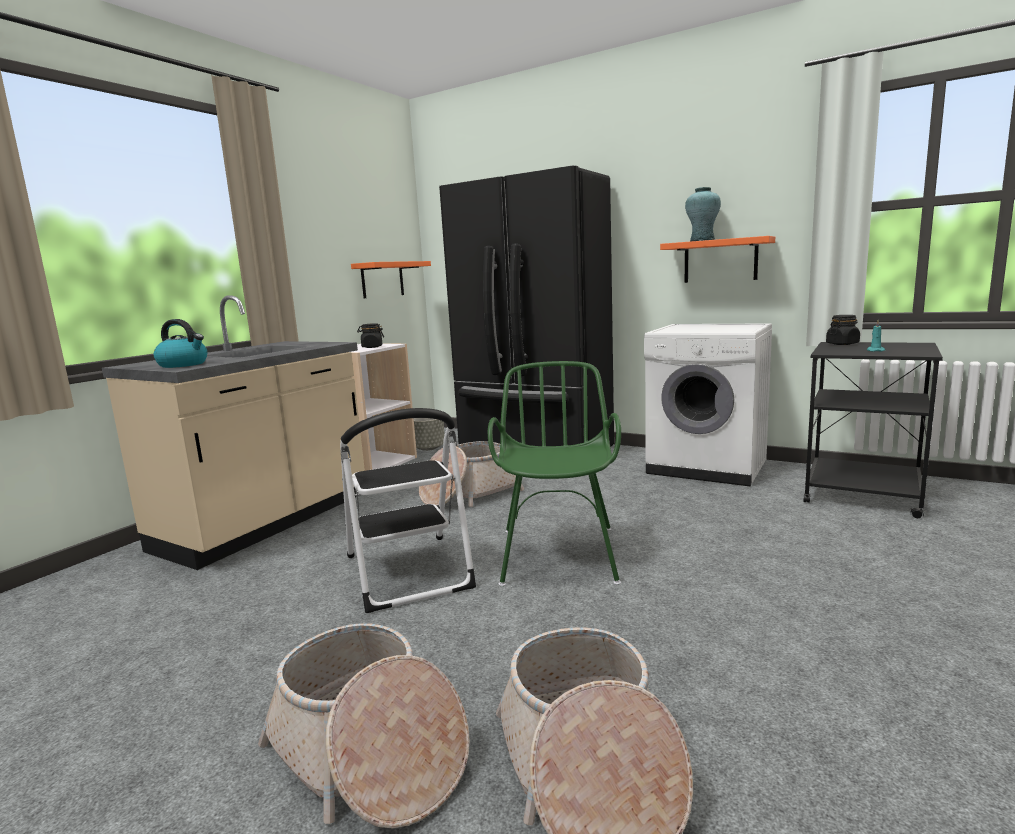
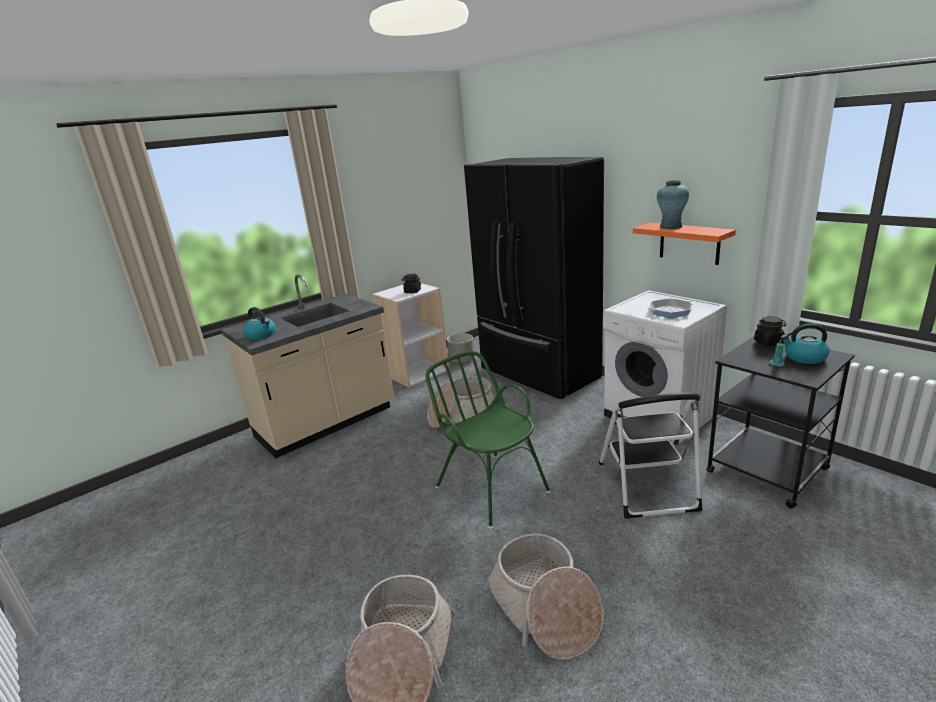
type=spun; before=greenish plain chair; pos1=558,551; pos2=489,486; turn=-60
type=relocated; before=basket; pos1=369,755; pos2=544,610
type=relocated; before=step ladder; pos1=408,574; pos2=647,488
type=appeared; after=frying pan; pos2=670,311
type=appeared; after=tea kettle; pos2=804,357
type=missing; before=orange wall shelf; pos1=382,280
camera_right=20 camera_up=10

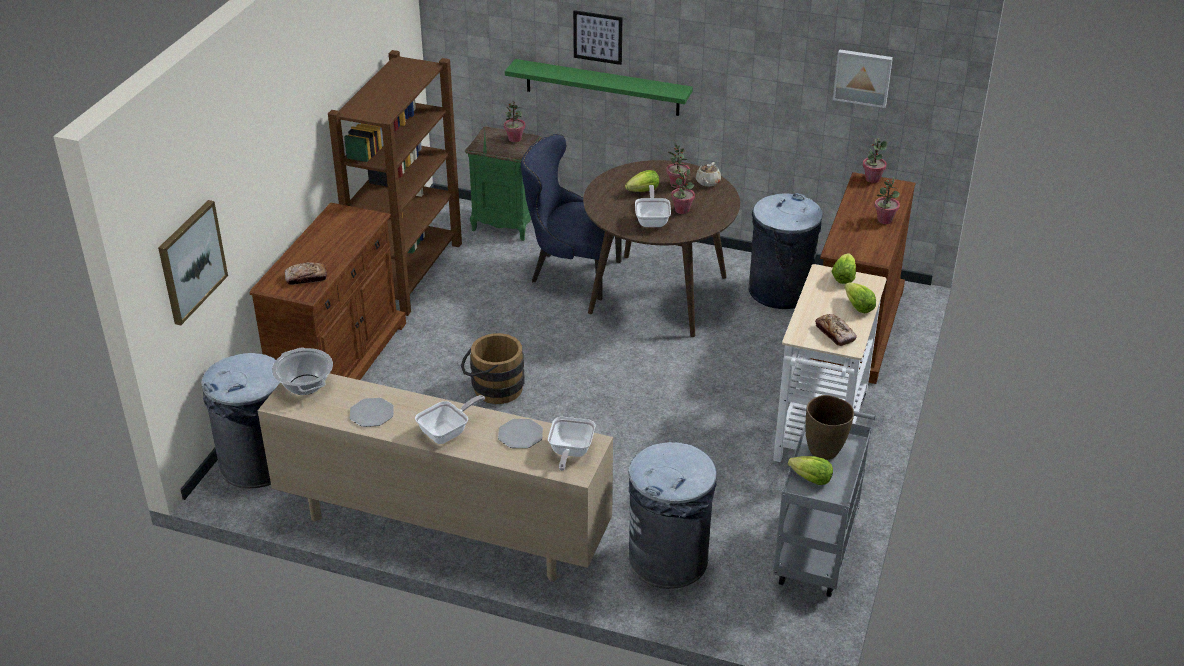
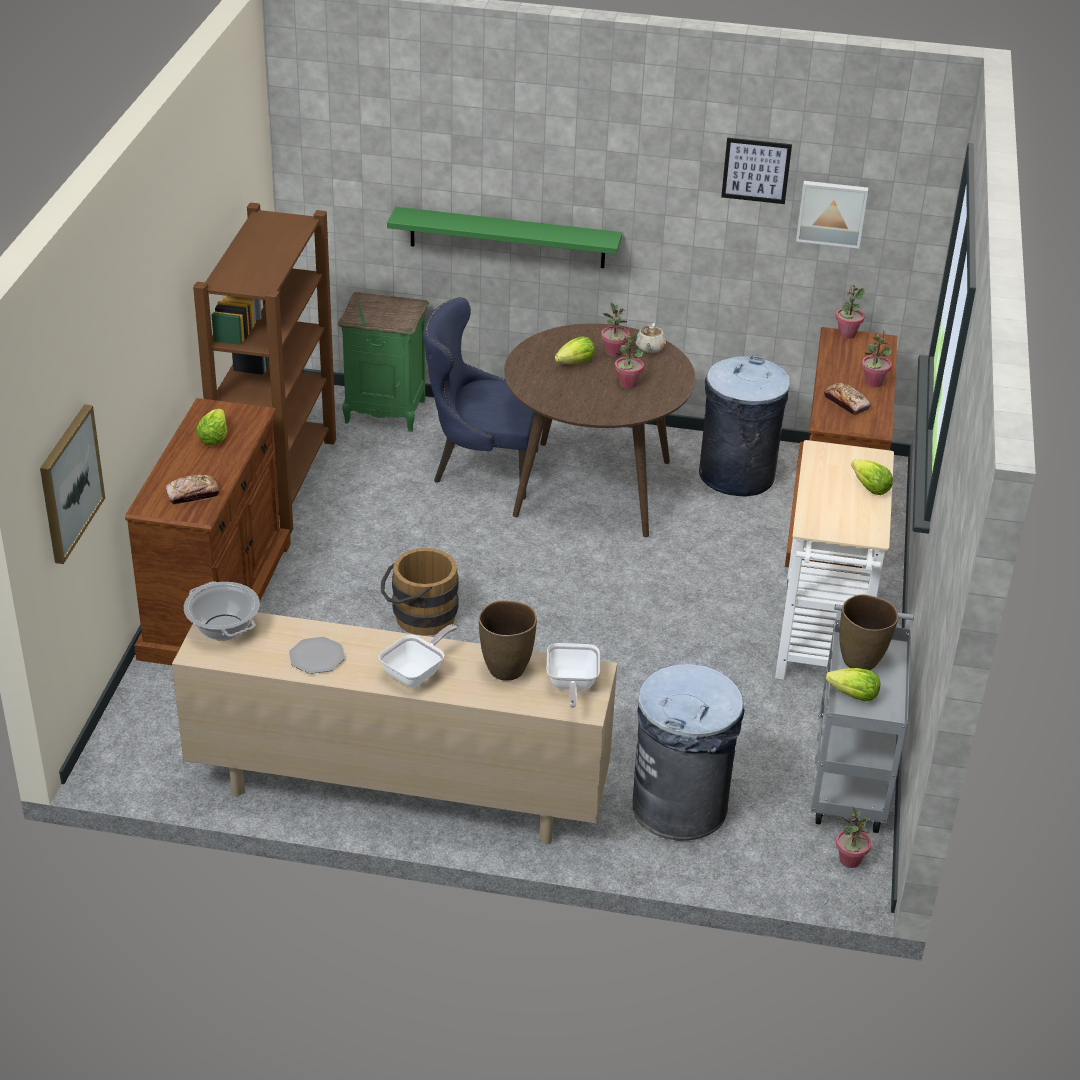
type=relocated; before=lettuce head; pos1=843,277; pos2=213,438
type=exchanged; before=plate; after=brown decorative vase; pos1=520,435; pos2=506,669
type=relocated; before=picture; pos1=598,37; pos2=756,170
type=relocated; before=bread; pos1=835,333; pos2=846,403
type=relocated; before=potted plant; pos1=515,139; pos2=850,860
type=missing; before=greyish rubbish bin; pos1=258,464
type=missing; before=frying pan; pos1=652,220
camera_right=-10 camera_up=0

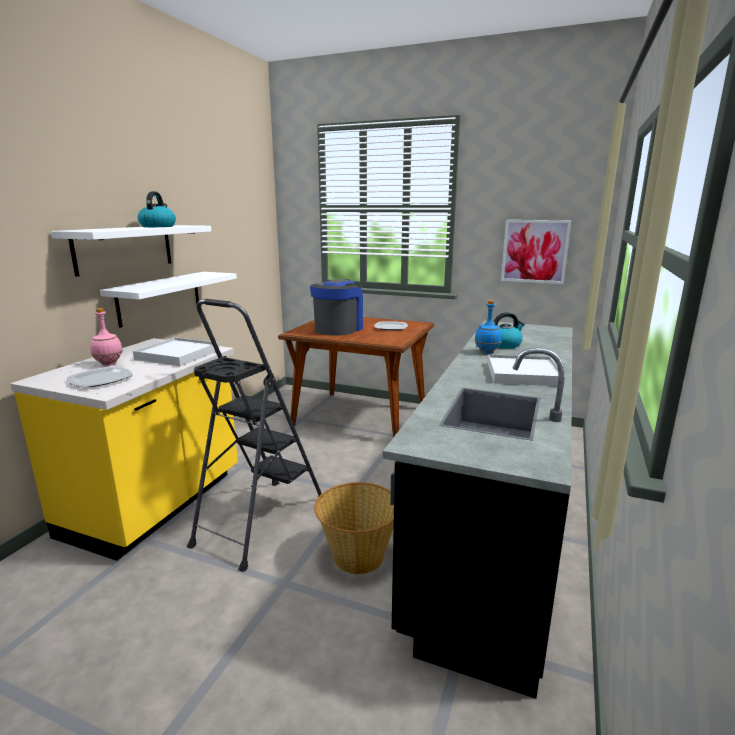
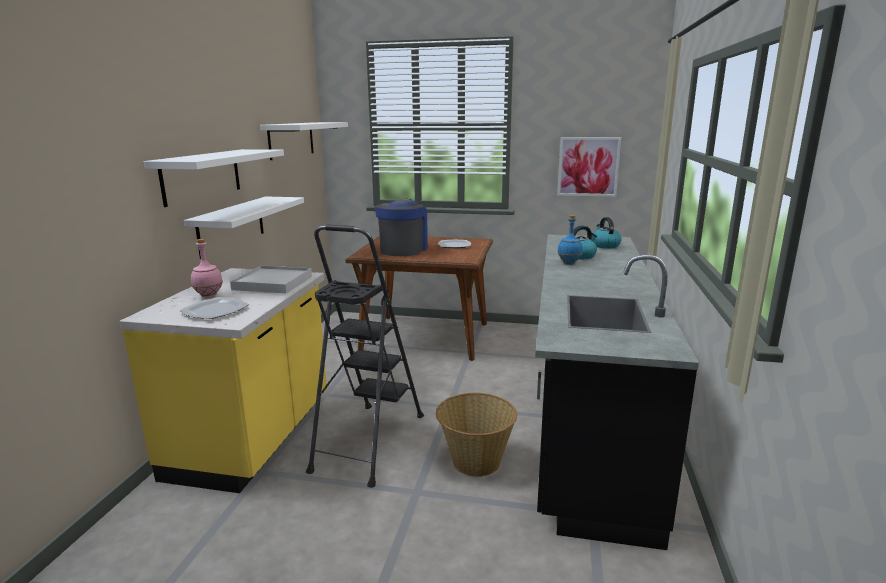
type=appeared; after=white wall shelf; pos2=291,140
type=relocated; before=tea kettle; pos1=158,226; pos2=604,245
type=missing; before=white serving tray; pos1=523,374
camera_right=-10 camera_up=0

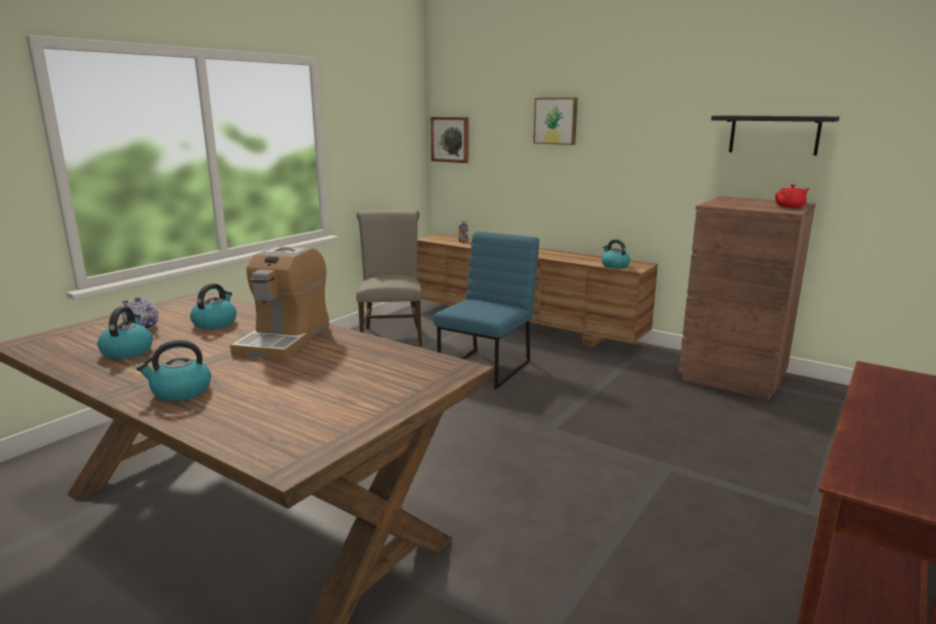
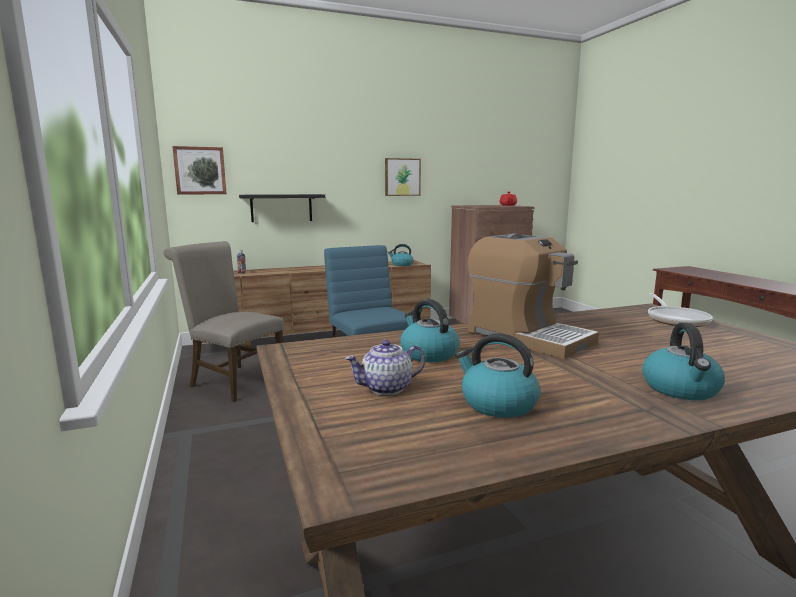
type=relocated; before=blackish wall shelf; pos1=774,135; pos2=281,208
type=relocated; before=picture; pos1=556,121; pos2=402,177
type=appeared; after=frying pan; pos2=676,319
camera_right=-55 camera_up=-5

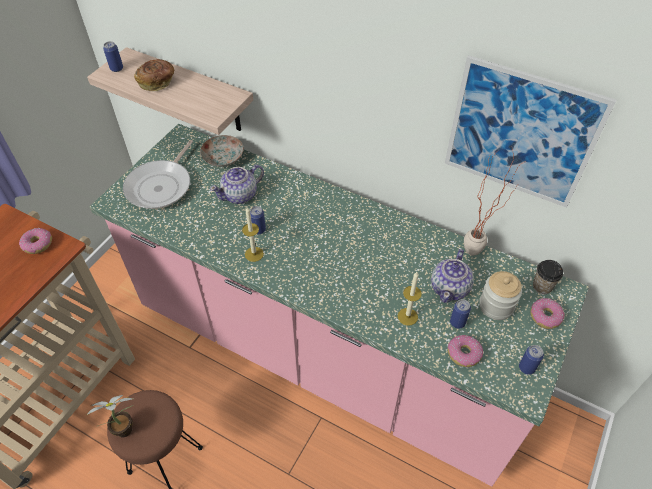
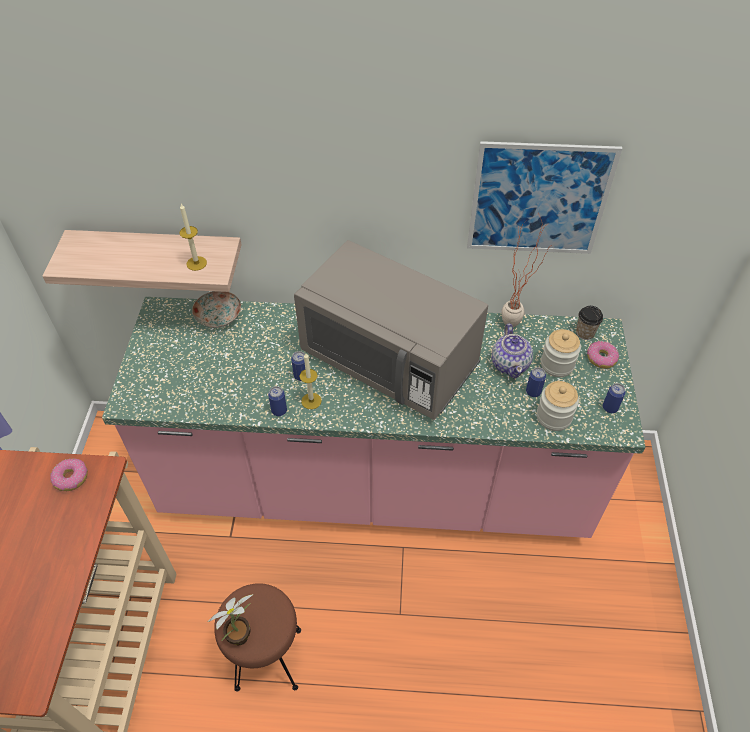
type=relocated; before=wax candle; pos1=407,316; pos2=196,263
type=relocated; before=sealed can; pos1=116,68; pos2=279,411
type=appeared; after=greyish microwave; pos2=389,360
type=exchanged; before=ring doughnut; after=jar; pos1=464,354; pos2=553,417
type=missing; before=frying pan; pos1=161,186
type=missing; before=bread; pos1=157,82
type=missing; before=pot for tea; pos1=240,195
camera_right=-25 camera_up=0

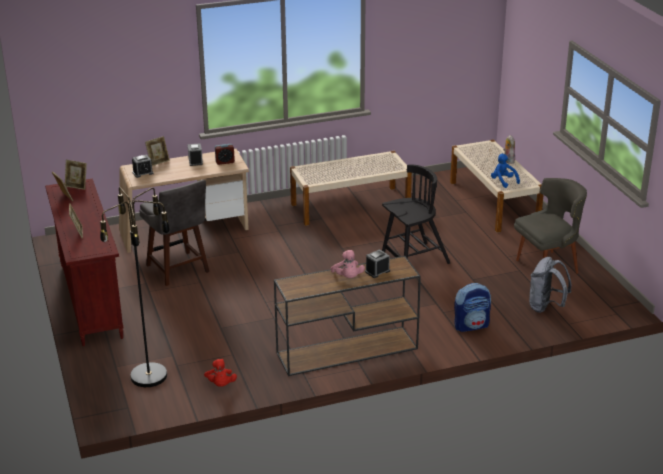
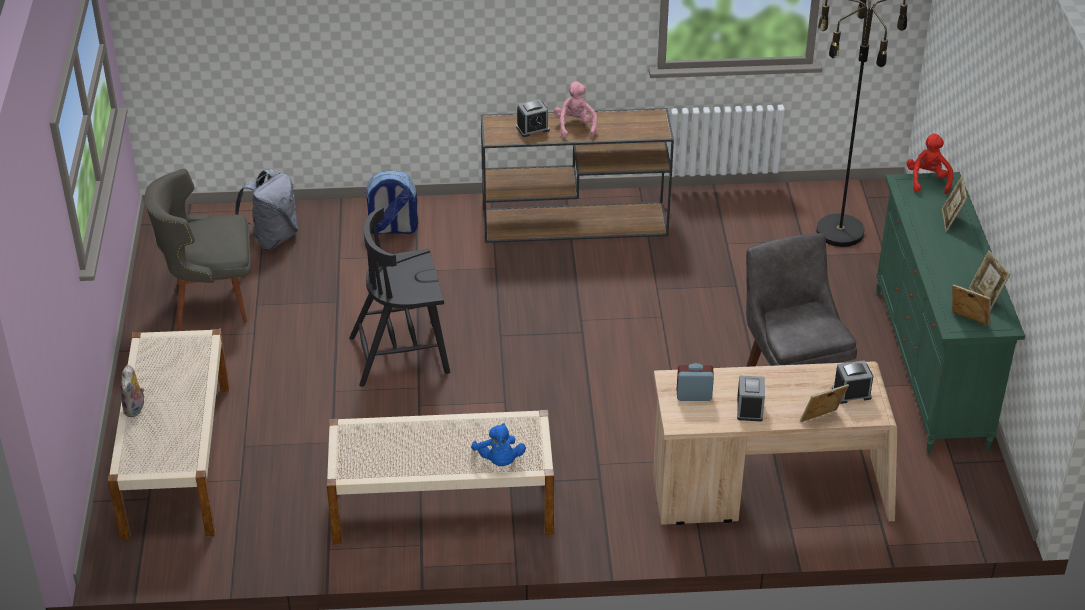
type=relocated; before=bluish cuddly toy; pos1=503,181; pos2=499,460
type=colour; before=reddish chest of drawers; after=greenish chest of drawers; pos1=90,300; pos2=931,368
type=relocated; before=reddish cuddly toy; pos1=220,384; pos2=927,180
camera_right=-165 camera_up=10

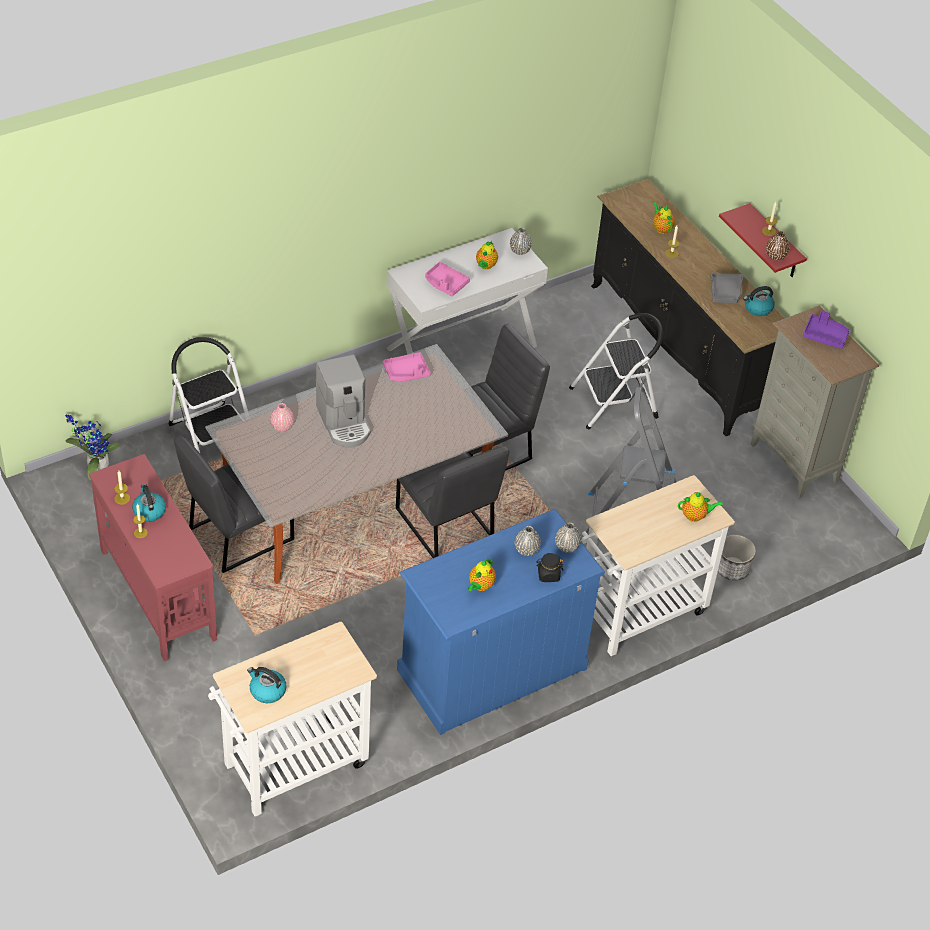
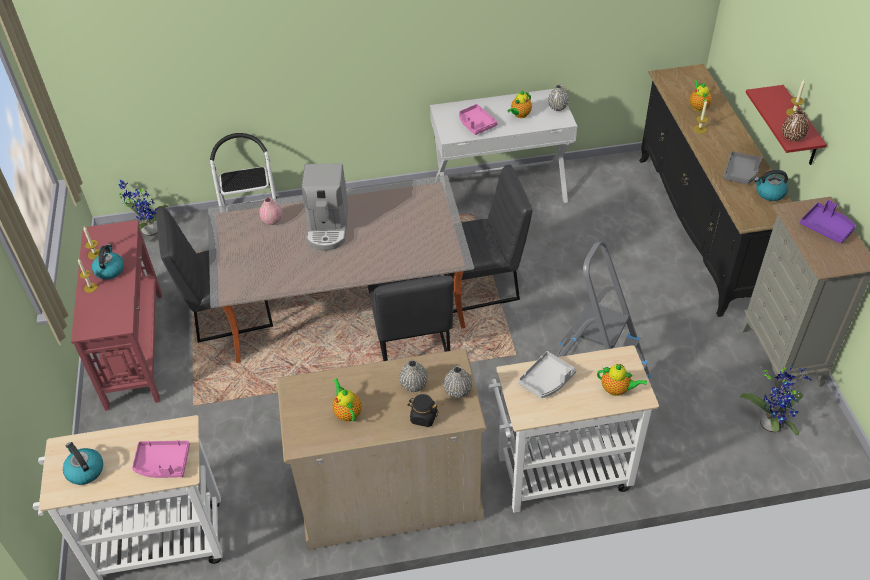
type=relocated; before=pink-coloured serving tray; pos1=406,372; pos2=163,463
type=colour; before=bluish chest of drawers; after=sand-coloured chest of drawers; pos1=491,669; pos2=389,495
type=spun; before=pot for tea; pos1=480,586; pos2=347,412; turn=105
type=appeared; after=greyish serving tray; pos2=546,380
type=appeared; after=potted plant; pos2=771,422
type=missing; before=step ladder; pos1=616,403
type=missing; before=flower pot; pos1=732,568
camera_right=25 camera_up=0

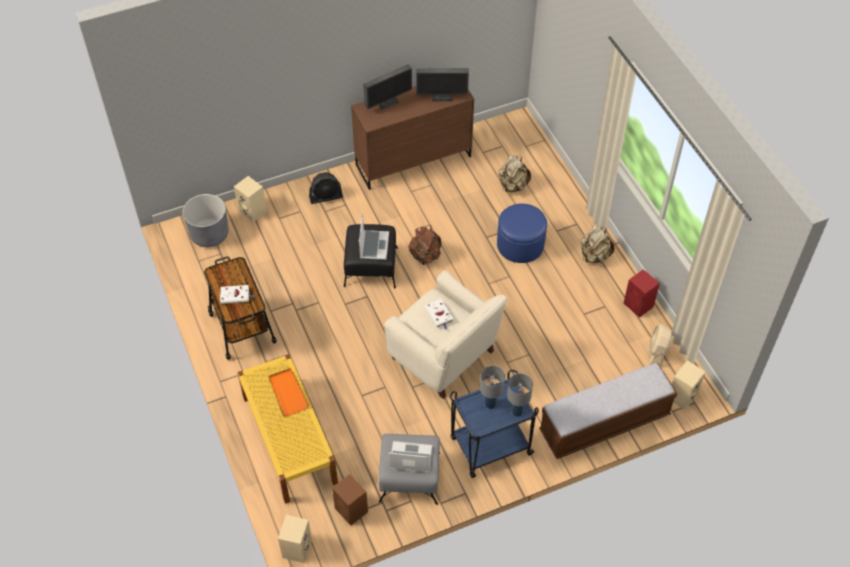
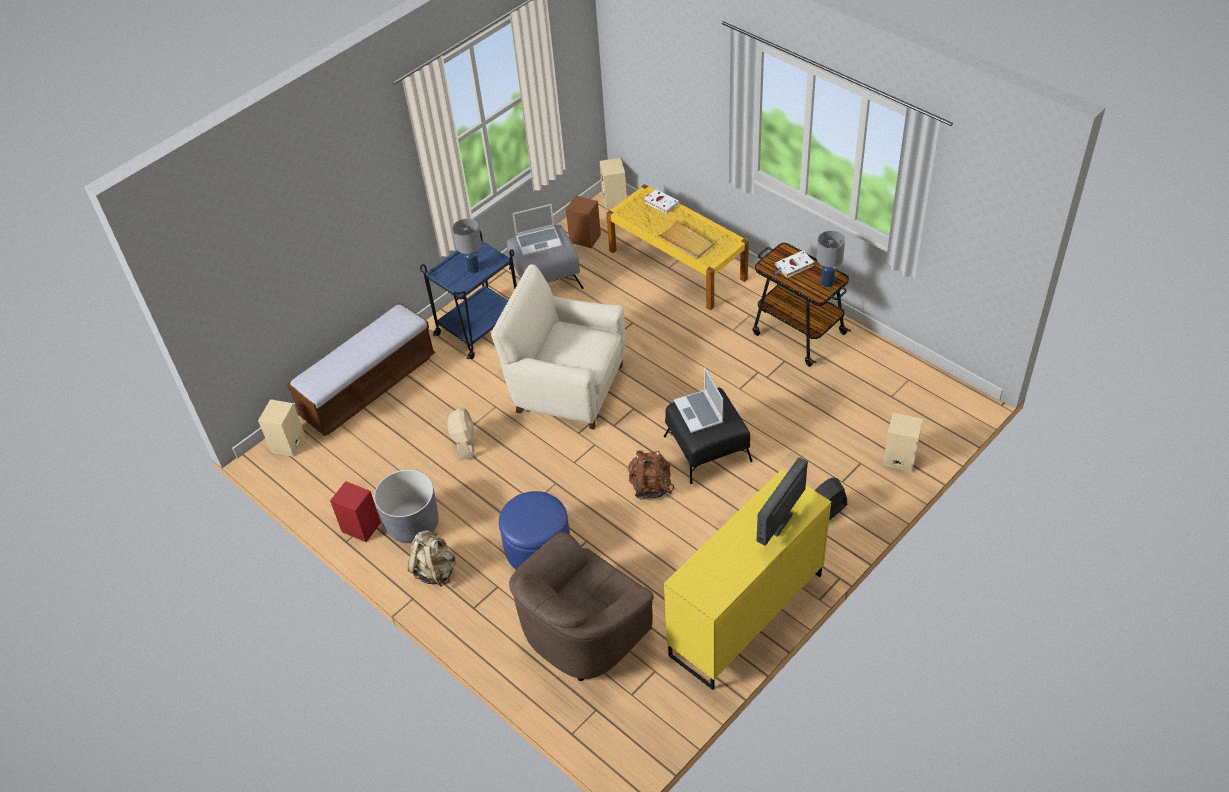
type=relocated; before=greyish flower pot; pos1=209,234; pos2=413,524
type=relocated; before=sand-coloured electric fan; pos1=657,352; pos2=464,443
type=exchanged; before=sand-coloured rucksack; after=brown armchair; pos1=512,185; pos2=585,632
type=relocated; before=white bound book; pos1=439,315; pos2=660,203
type=colour; before=orange serving tray; after=sand-coloured serving tray; pos1=288,393; pos2=686,241
type=colour; before=brown chest of drawers; after=yellow chest of drawers; pos1=413,160; pos2=747,616
type=relocated; before=greyish lamp for a table; pos1=517,412; pos2=827,282
type=missing; before=computer display; pos1=441,98
camera_right=160 camera_up=-5

